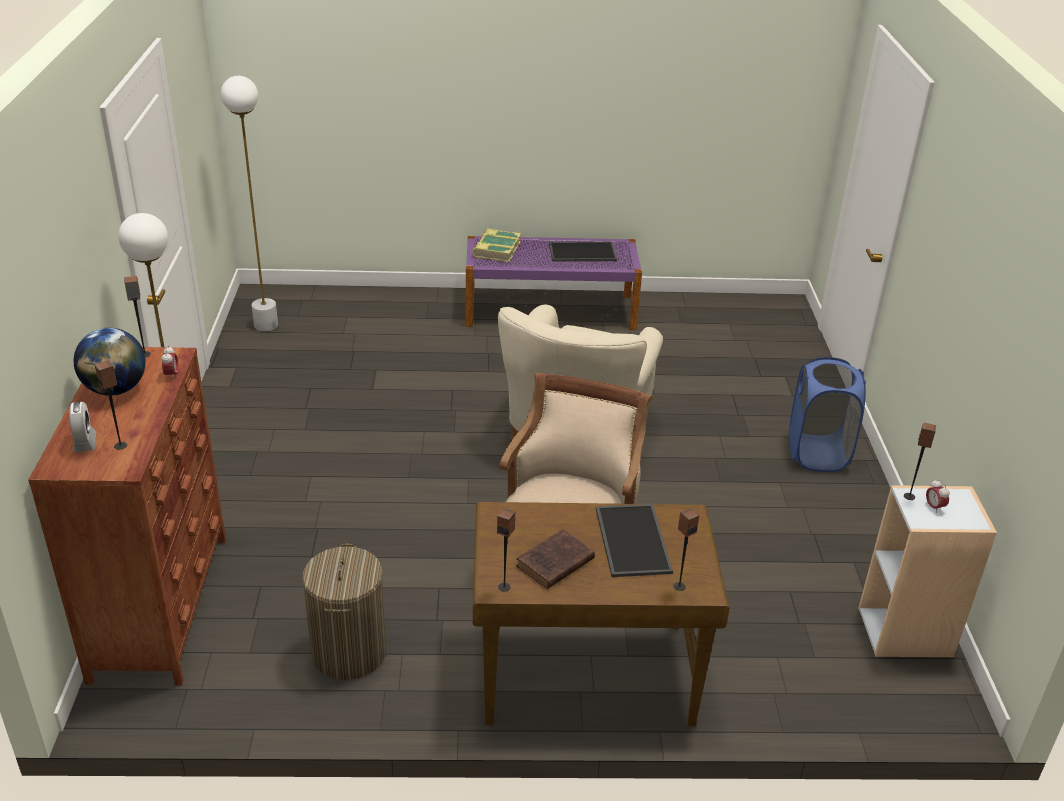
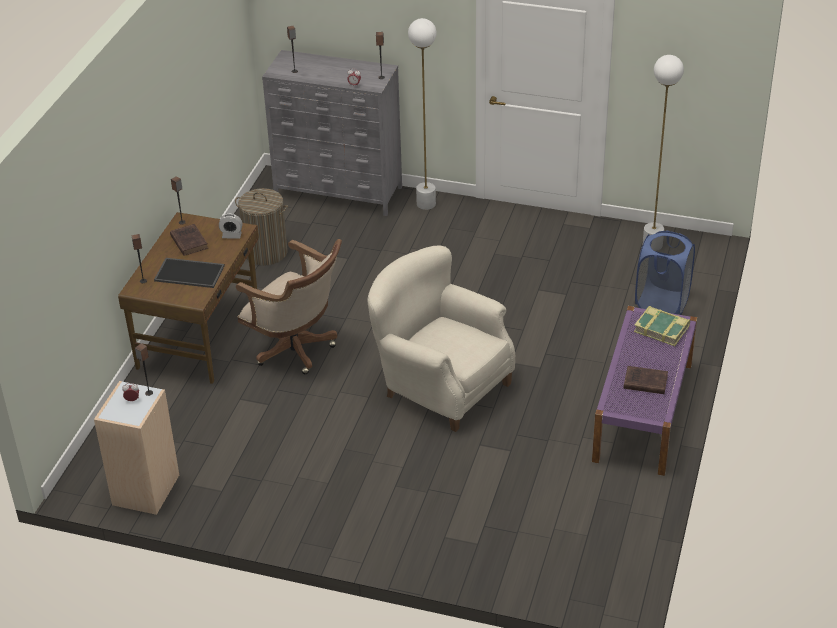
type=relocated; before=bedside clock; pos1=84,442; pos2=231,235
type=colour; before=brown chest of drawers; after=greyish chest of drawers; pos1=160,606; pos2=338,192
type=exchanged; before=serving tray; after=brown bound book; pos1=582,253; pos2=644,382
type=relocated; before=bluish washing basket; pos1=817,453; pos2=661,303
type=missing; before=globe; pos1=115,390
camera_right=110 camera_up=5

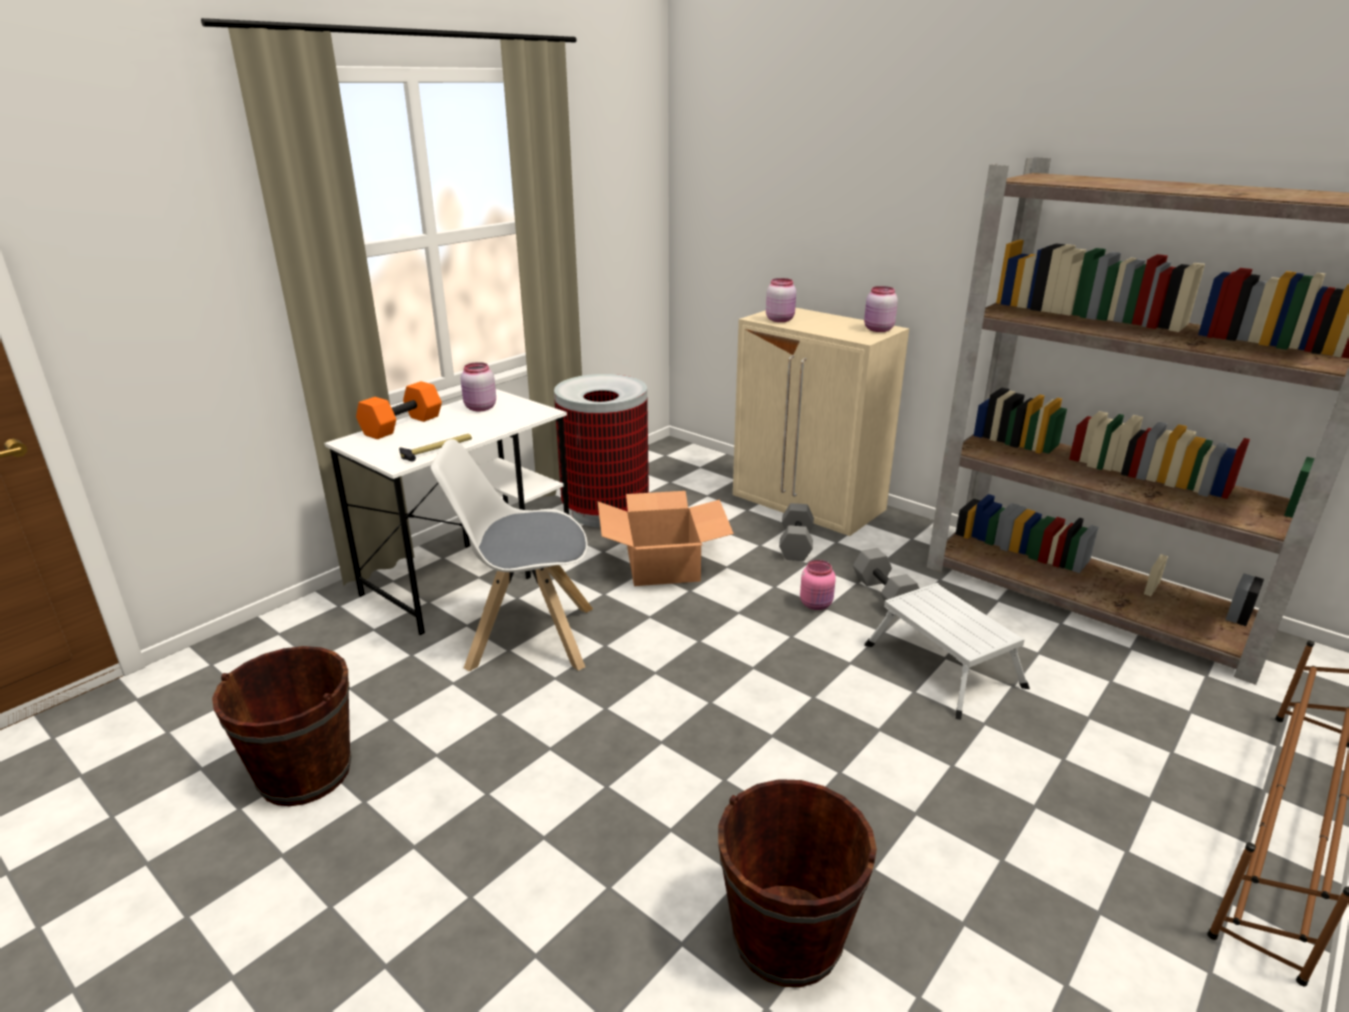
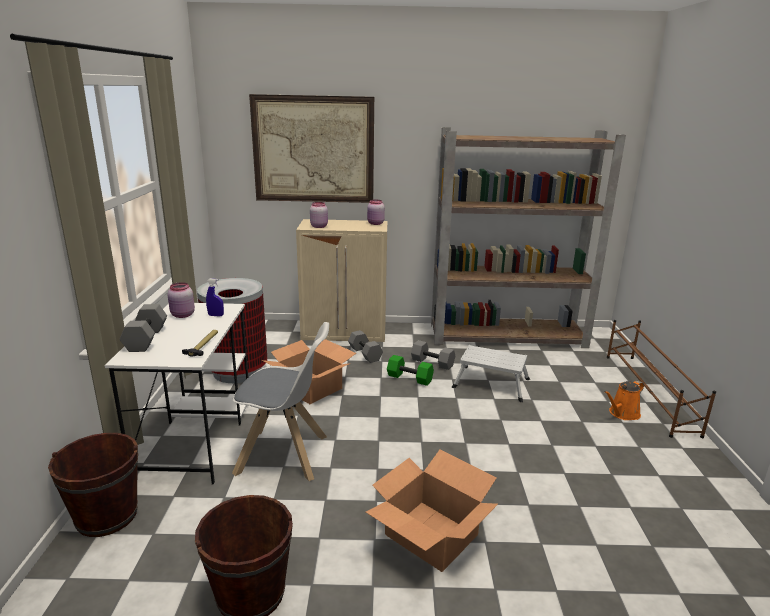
type=relocated; before=brown water bucket; pos1=787,937; pos2=107,516
type=colour; before=orange dumbbell; after=greyish dumbbell; pos1=402,426; pos2=147,339
type=appeared; after=bluish spray bottle; pos2=216,315
type=spun; before=plain chair; pos1=526,637; pos2=285,455; turn=-135
type=appeared; after=picture; pos2=313,150
type=appeared; after=cardboard box; pos2=431,535
type=exchanged; before=pink-coloured jar; after=greenish dumbbell; pos1=817,604; pos2=410,378
type=appeared; after=orange sprinkling can; pos2=622,414
camera_right=-40 camera_up=-5

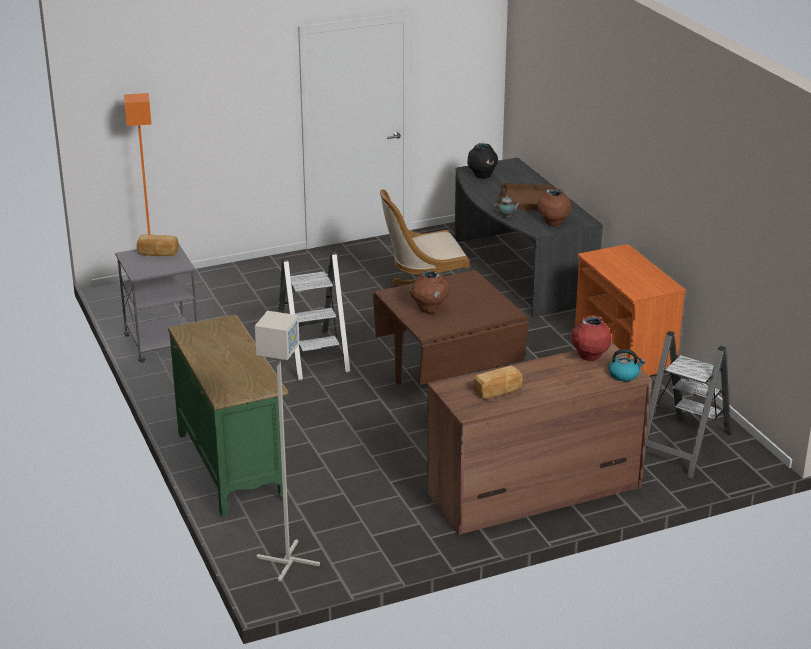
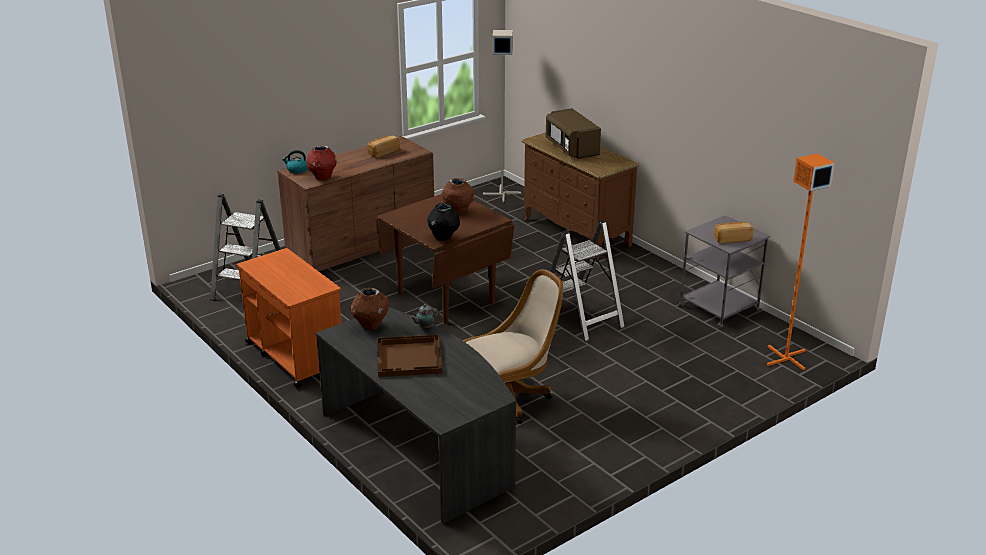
type=relocated; before=blackish decorative vase; pos1=482,176; pos2=443,238
type=colour; before=greenish chest of drawers; after=brown chest of drawers; pos1=233,465; pos2=575,233
type=appeared; after=brown microwave; pos2=571,148
camera_right=165 camera_up=0

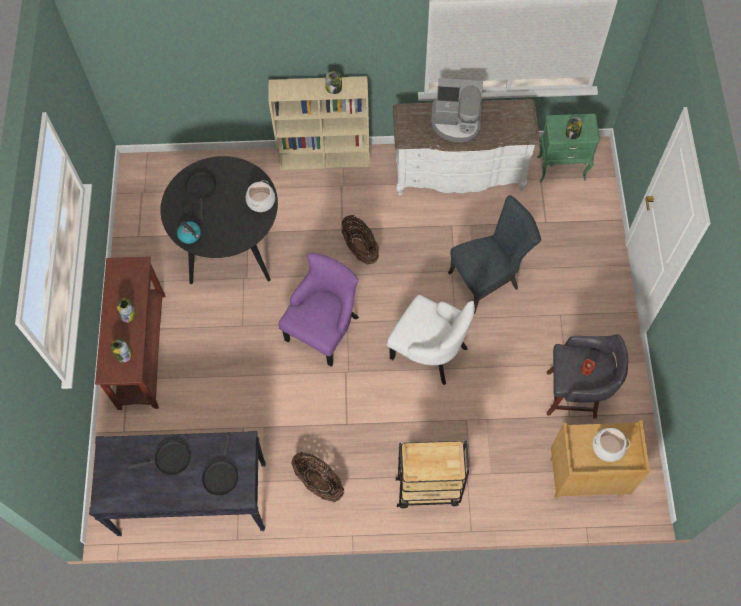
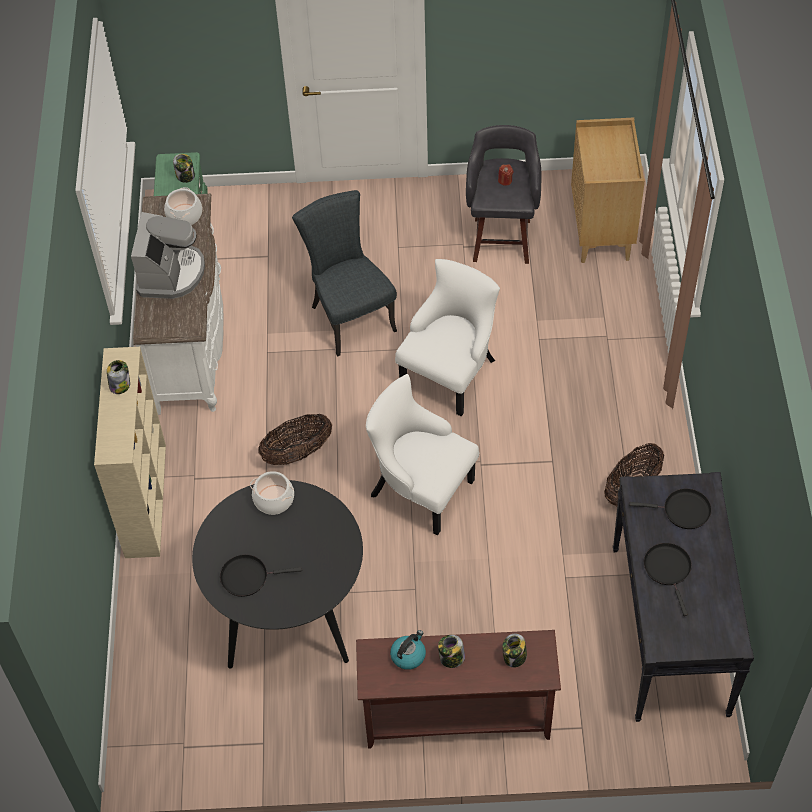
type=relocated; before=saucepot; pos1=607,447; pos2=184,215
type=colour; before=purple plain chair; after=white plain chair; pos1=323,331; pos2=423,491
type=relocated; before=tea kettle; pos1=190,235; pos2=408,655
type=missing; before=brown wheeled cart; pos1=427,493
camera_right=-90 camera_up=-10

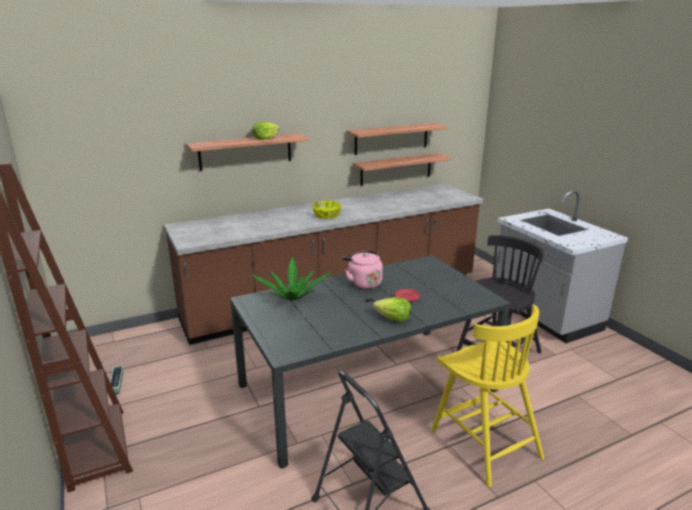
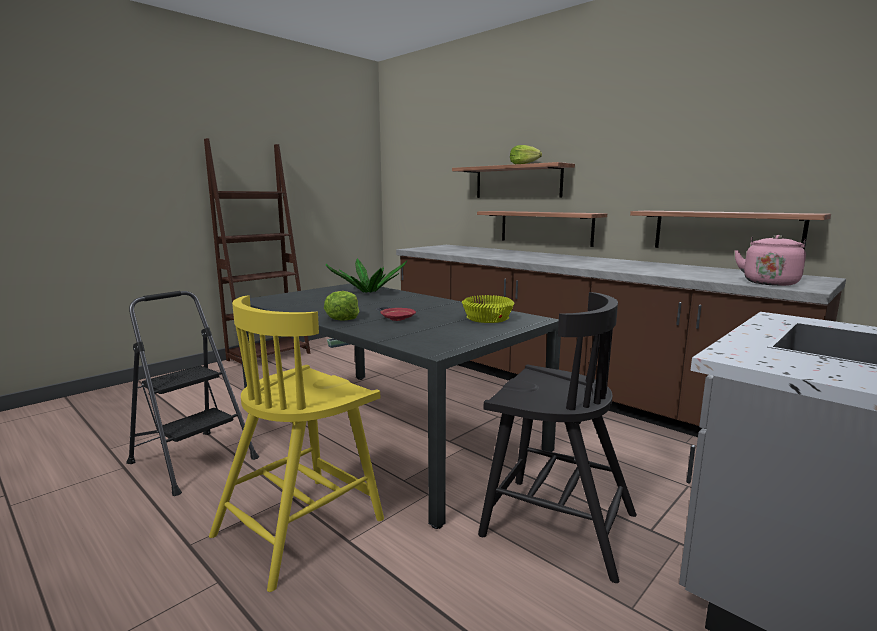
type=relocated; before=yellow serving bowl; pos1=327,215; pos2=487,318
type=relocated; before=wall shelf; pos1=391,138; pos2=545,227
type=relocated; before=pink-coloured tea kettle; pos1=363,283; pos2=770,282
camera_right=70 camera_up=-10

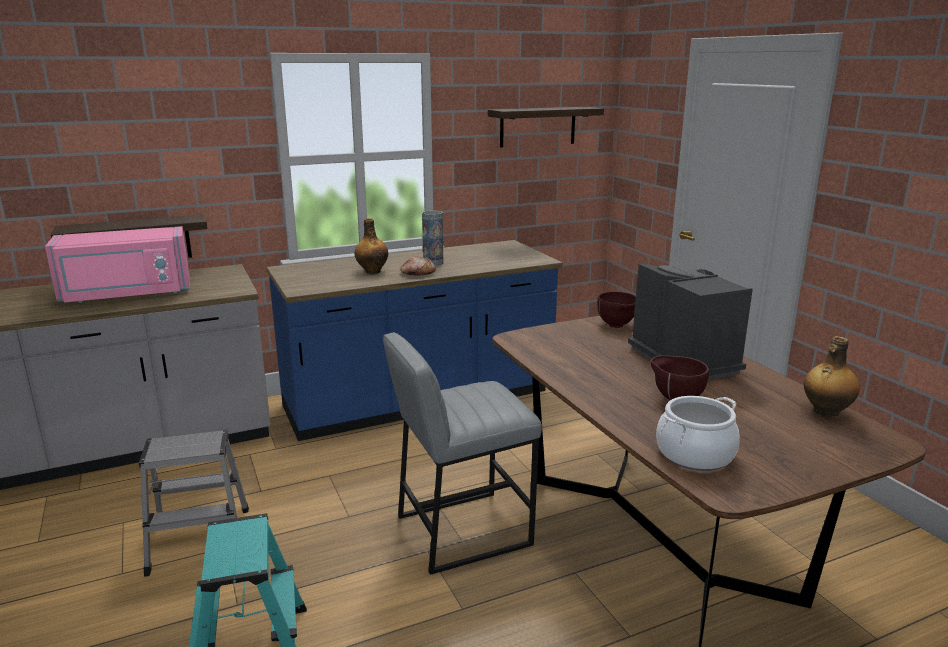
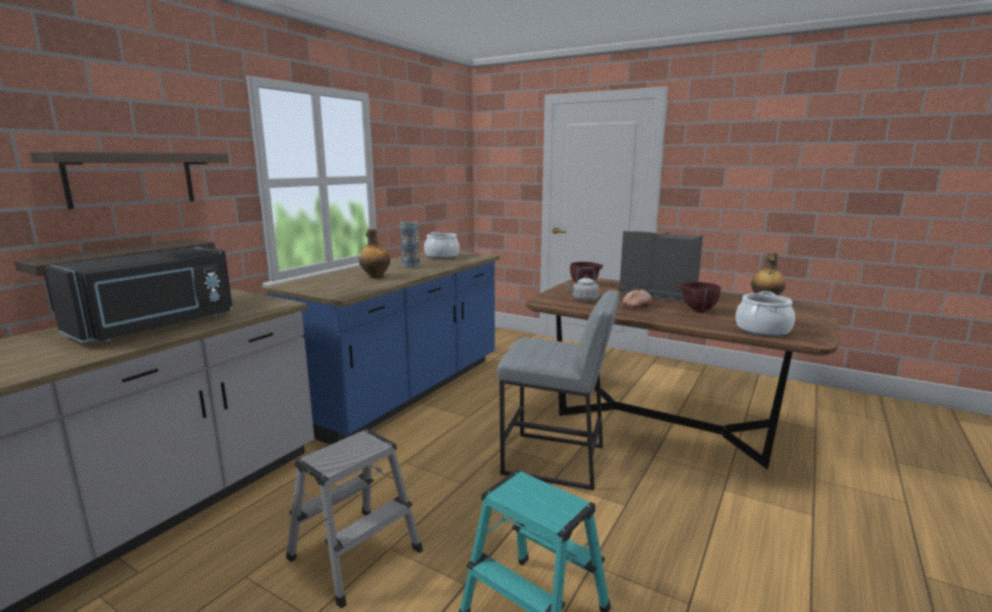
type=relocated; before=wall shelf; pos1=538,126; pos2=131,179
type=colour; before=pink-coloured microwave; after=blackish microwave; pos1=127,294; pos2=156,326
type=appeared; after=saucepot; pos2=442,256
type=spun; before=greyish plain chair; pos1=461,531; pos2=556,460; turn=-105
type=appeared; after=greyish tea kettle; pos2=583,299
type=relocated; before=bread; pos1=417,273; pos2=636,305
camera_right=-35 camera_up=-5

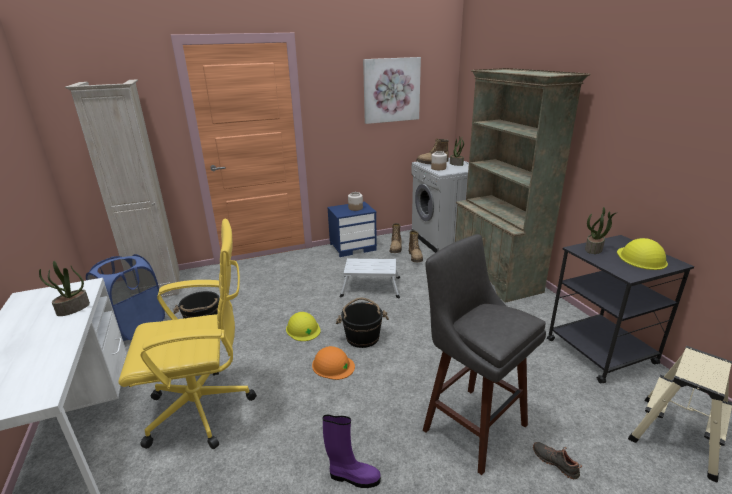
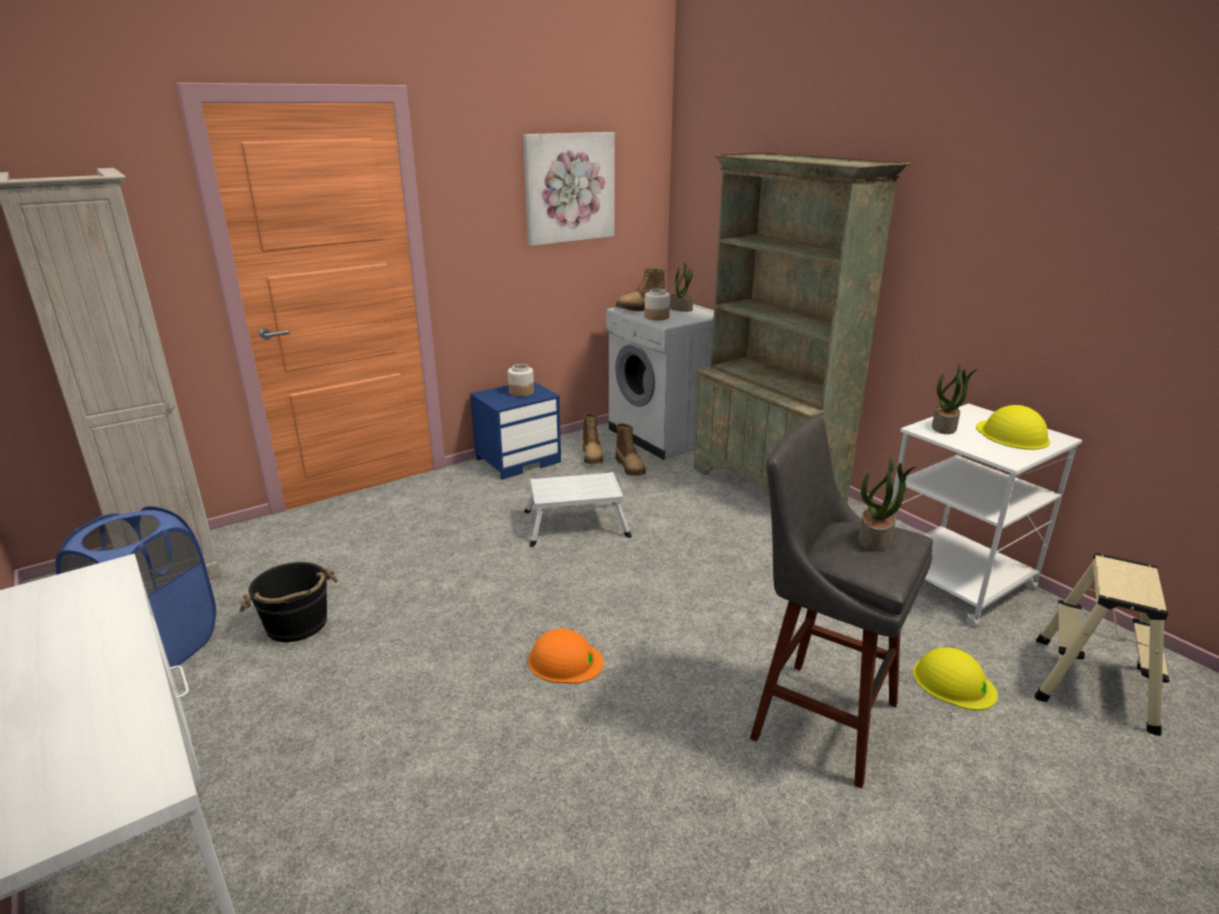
type=relocated; before=potted plant; pos1=73,309; pos2=875,539
type=colour; before=blackish wheeled cart; after=white wheeled cart; pos1=601,352; pos2=957,582
type=relocated; before=yellow work helmet; pos1=303,329; pos2=953,683
type=missing; before=yellow desk chair; pos1=205,409
type=missing; before=purple boot; pos1=353,477
type=missing; before=blackish water bucket; pos1=362,337
type=missing; before=blackish shoe; pos1=555,462
camera_right=-15 camera_up=0

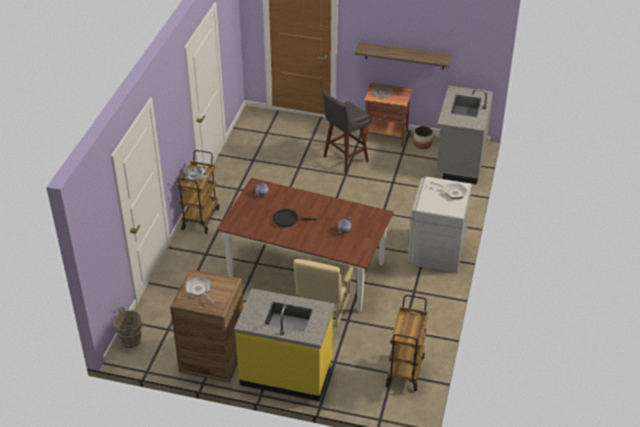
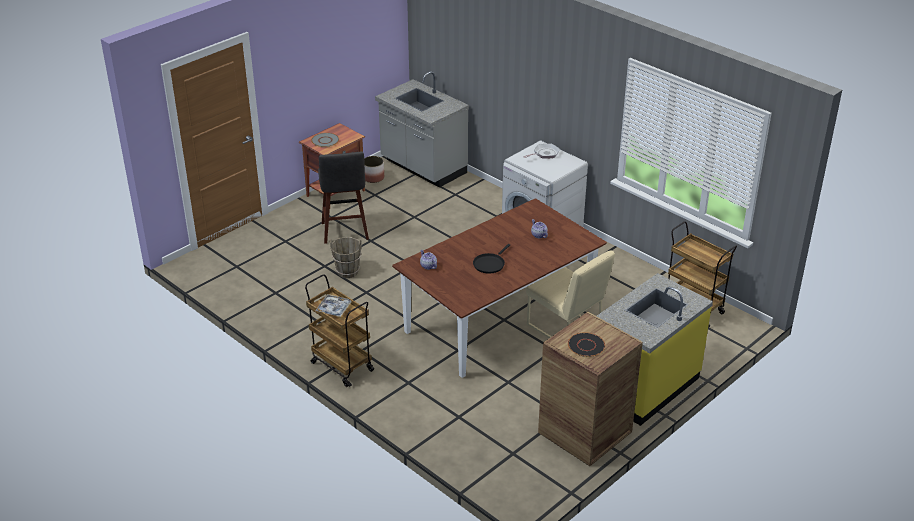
type=relocated; before=brown water bucket; pos1=131,340; pos2=347,271
type=exchanged; before=frying pan; after=blackish plate; pos1=199,290; pos2=586,345
type=missing; before=wall shelf; pos1=404,55
camera_right=-60 camera_up=-5

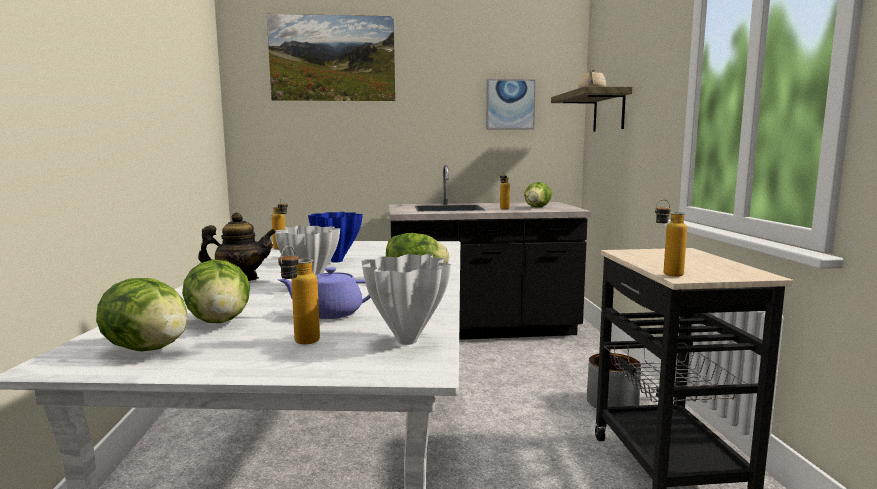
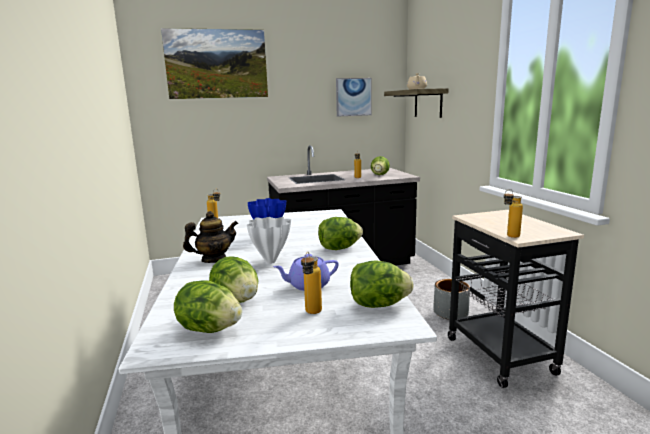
type=exchanged; before=white decorative vase; after=lettuce head; pos1=405,342; pos2=378,305
camera_right=-10 camera_up=5

